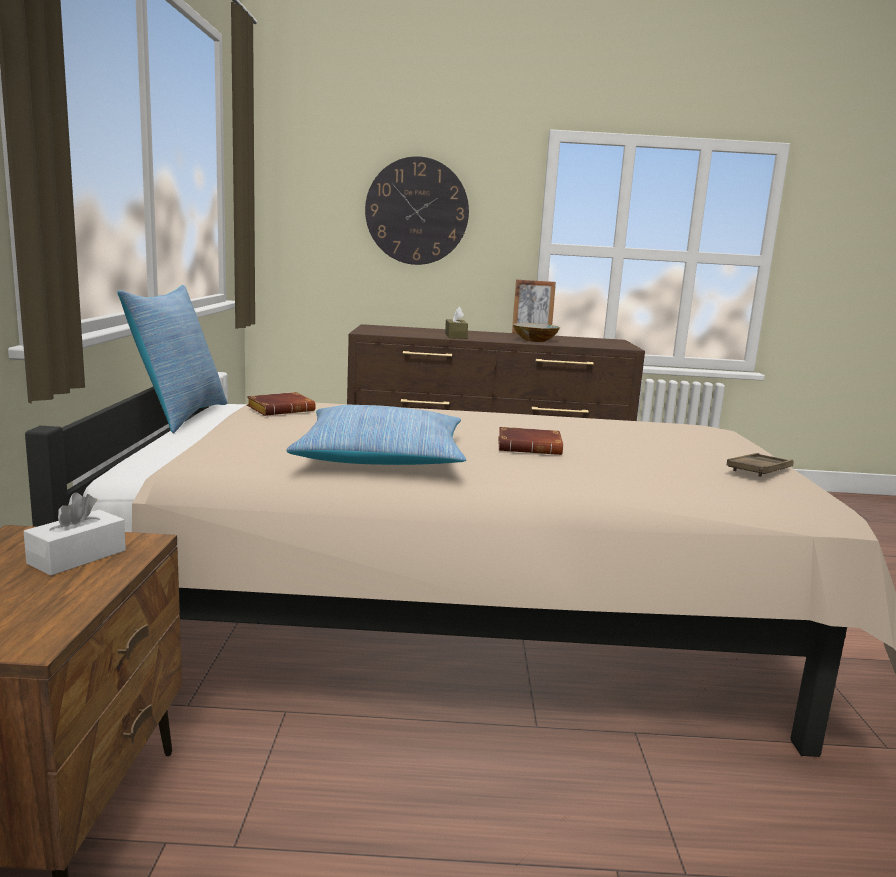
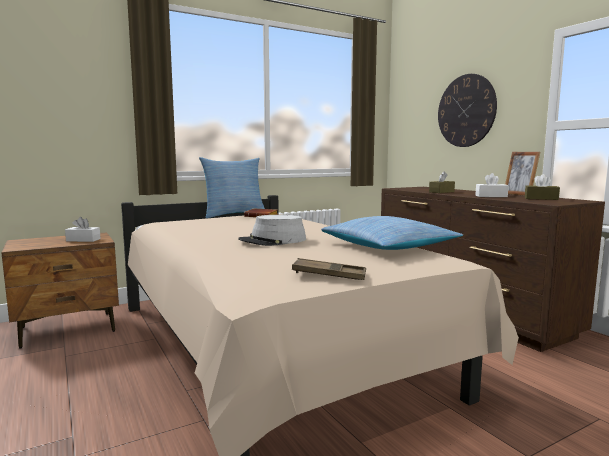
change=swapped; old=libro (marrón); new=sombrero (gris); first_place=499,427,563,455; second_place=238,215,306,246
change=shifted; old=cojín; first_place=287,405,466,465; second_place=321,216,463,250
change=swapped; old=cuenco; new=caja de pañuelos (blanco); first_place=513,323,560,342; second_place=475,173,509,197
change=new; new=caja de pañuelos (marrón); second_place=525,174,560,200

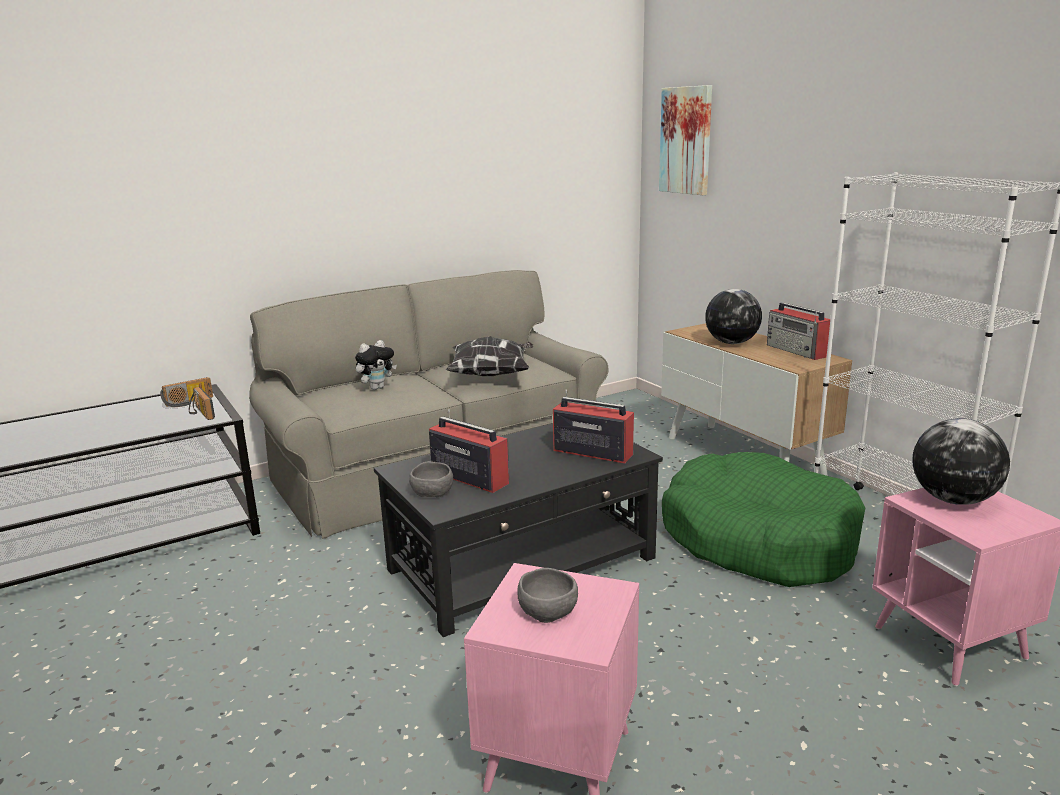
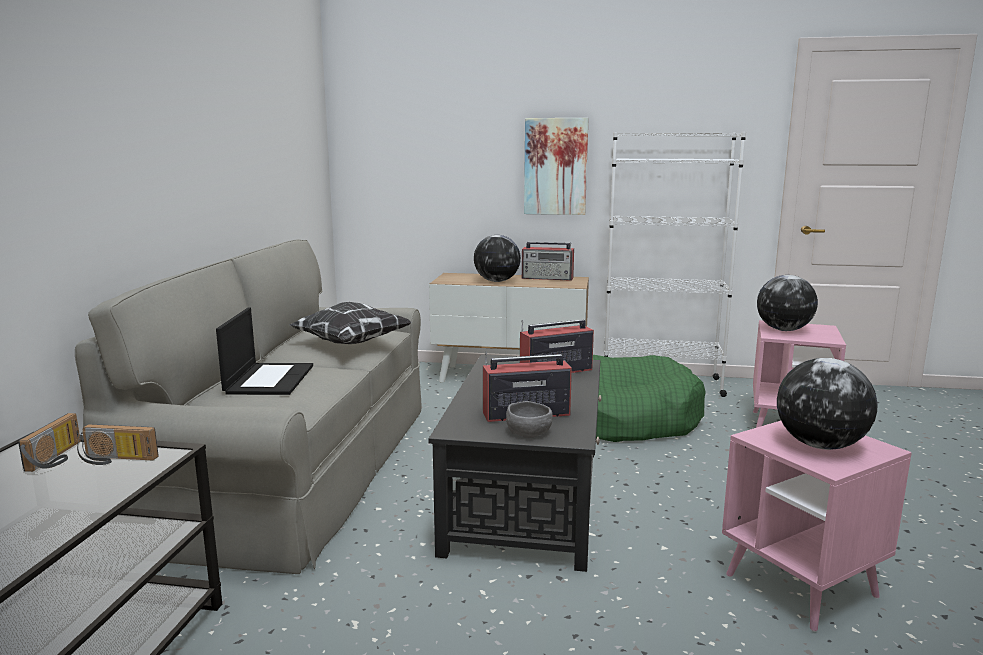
change=swapped; old=peluche; new=portátil; first_place=355,340,397,390; second_place=216,307,313,395
change=shifted; old=cuadro; first_place=659,85,712,195; second_place=524,118,588,215
change=swapped; old=cuenco (gris); new=globo terráqueo; first_place=517,568,578,623; second_place=777,358,877,450

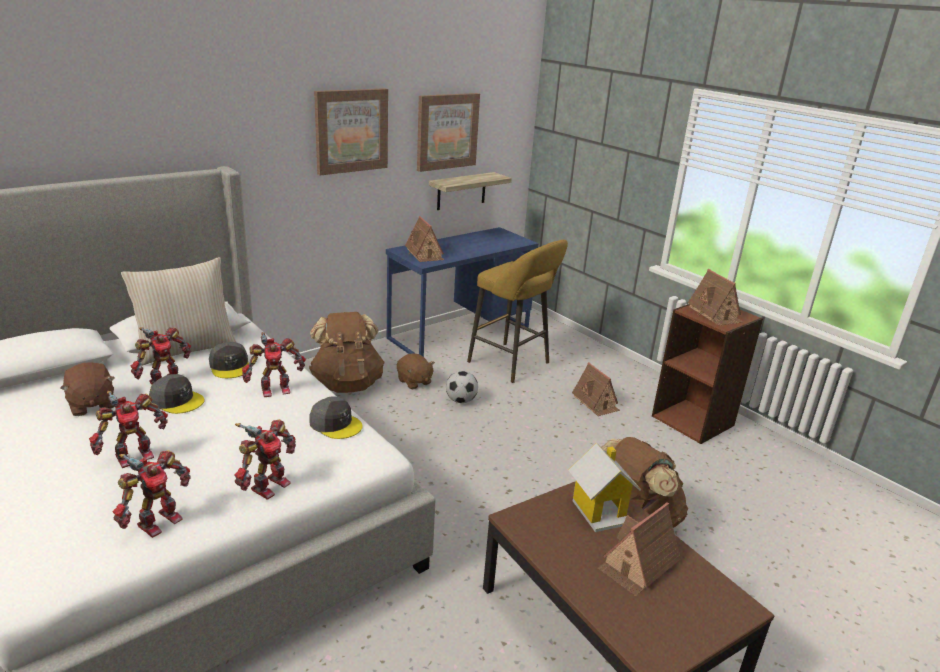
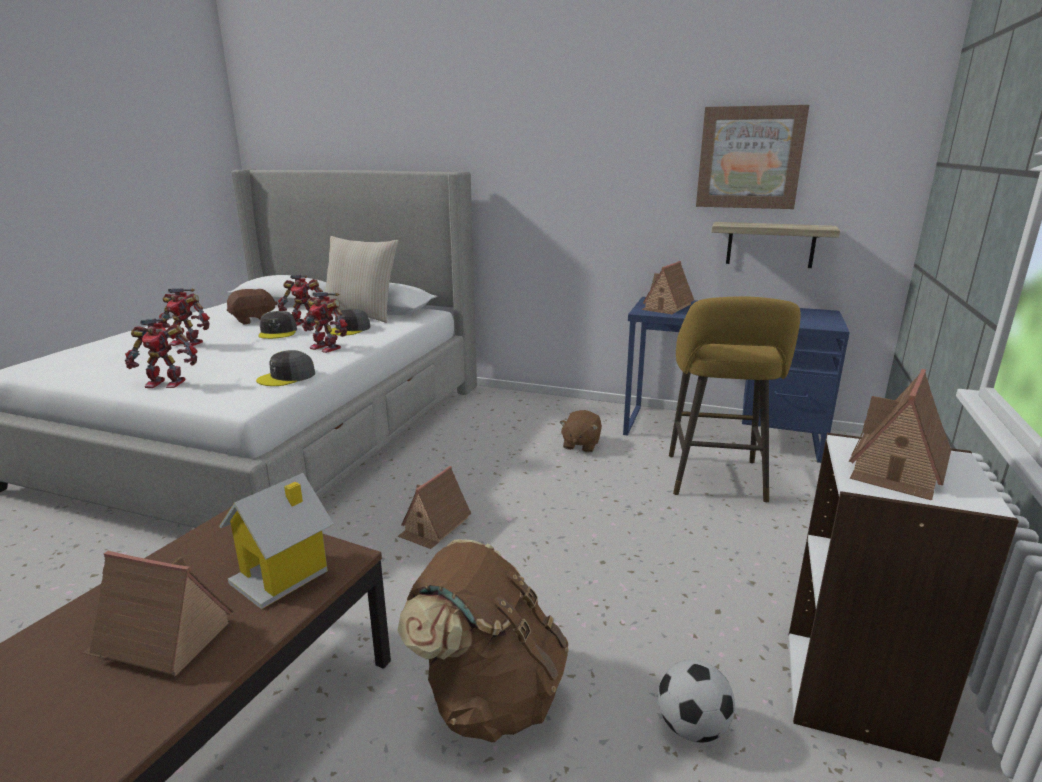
change=rotated; old=peluche (marrón); first_place=60,362,115,416; second_place=227,289,277,324; degrees=-150
change=rotated; old=gorra (gris); first_place=309,397,363,439; second_place=256,350,315,386; degrees=45
change=shifted; old=casita; first_place=572,362,620,416; second_place=397,466,471,549
change=shifted; old=balón de fútbol; first_place=446,371,478,403; second_place=658,660,735,743
change=repainted; old=estantería (marrón); new=estantería (blanco); first_place=652,304,763,444; second_place=789,433,1019,762
change=gone; old=robot de juguete; first_place=112,450,191,538
change=gone; old=mochila (marrón); first_place=309,312,385,393
change=gone; old=cuadro; first_place=314,88,388,175

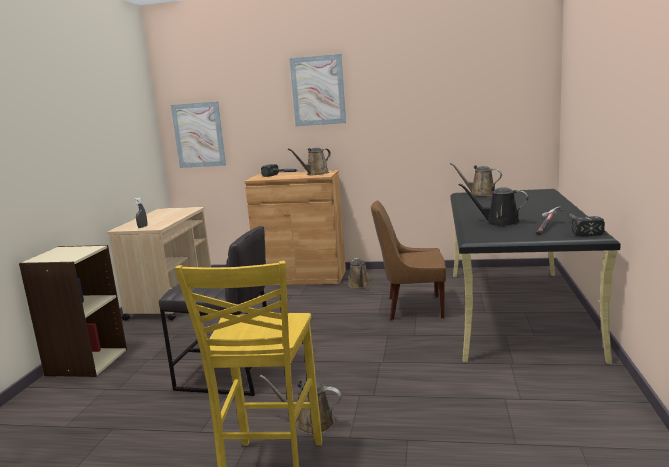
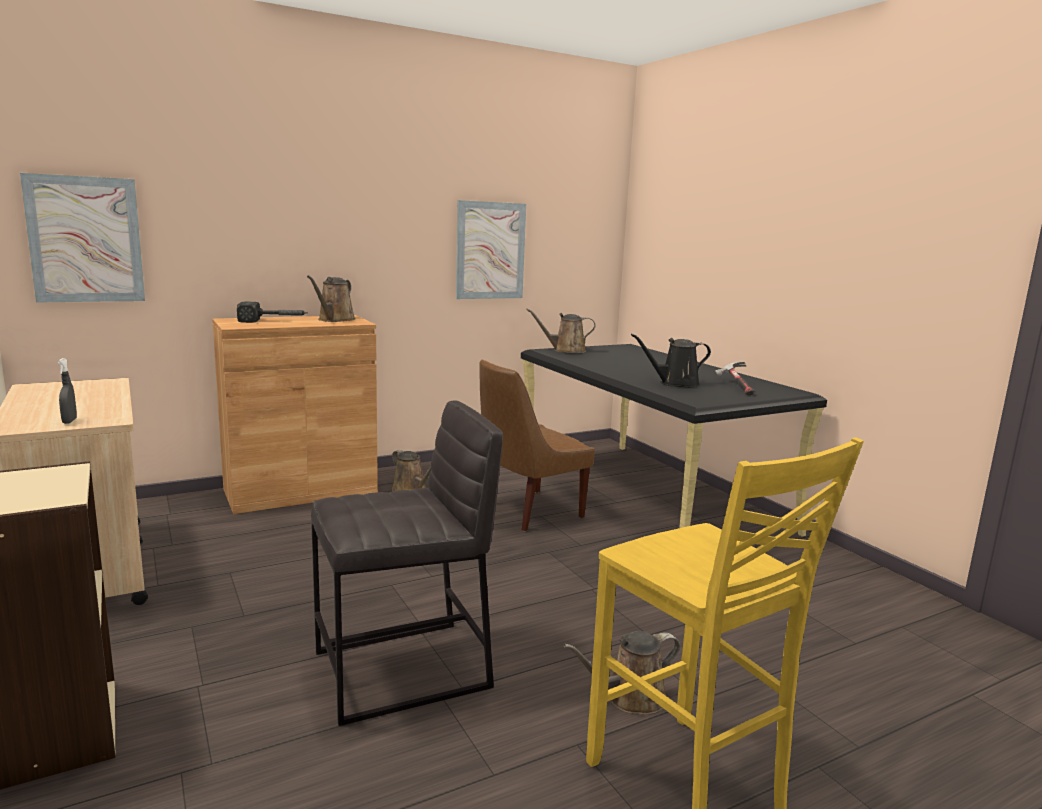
change=shifted; old=cuadro; first_place=289,54,346,126; second_place=456,200,526,299
change=gone; old=martillo; first_place=568,214,605,237

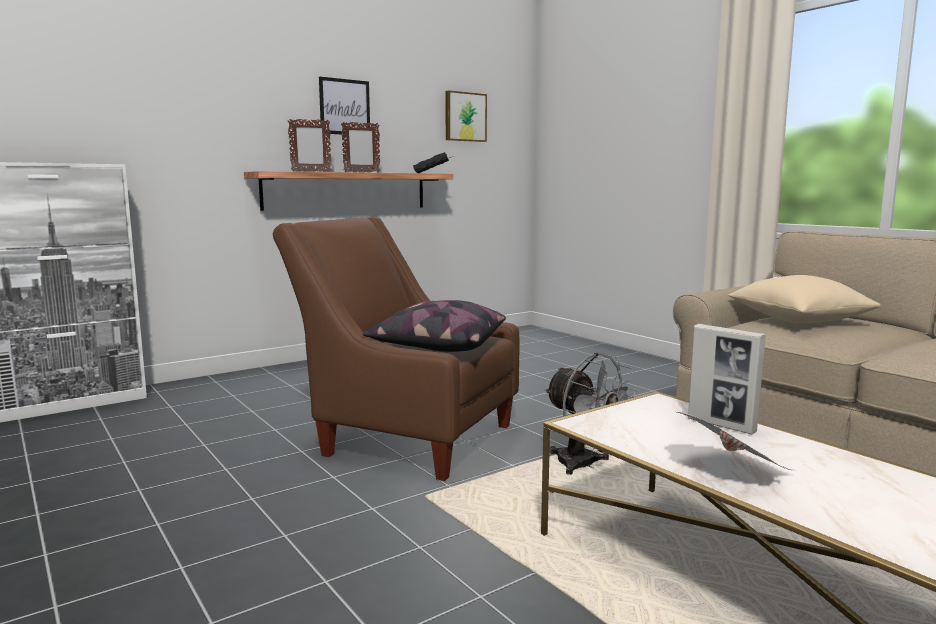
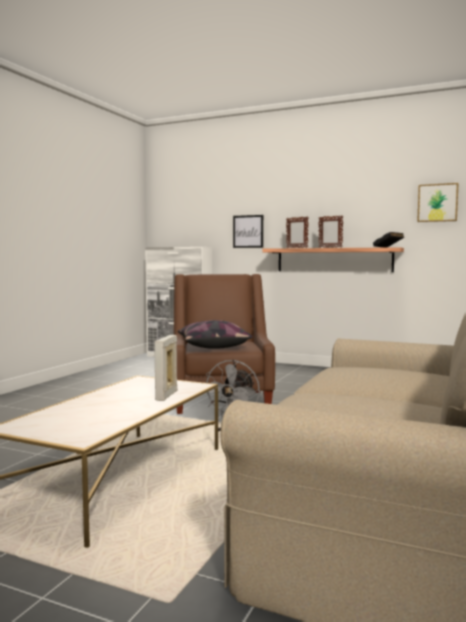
change=shifted; old=cuadro; first_place=319,77,370,135; second_place=233,215,263,248
change=gone; old=periódico; first_place=677,412,796,471
change=gone; old=cojín (beis); first_place=728,275,881,323

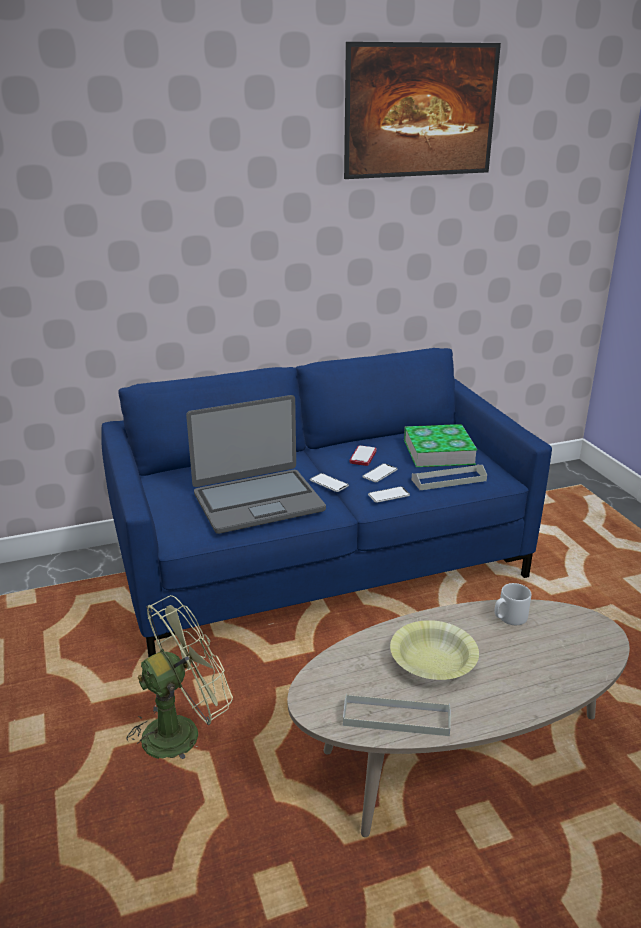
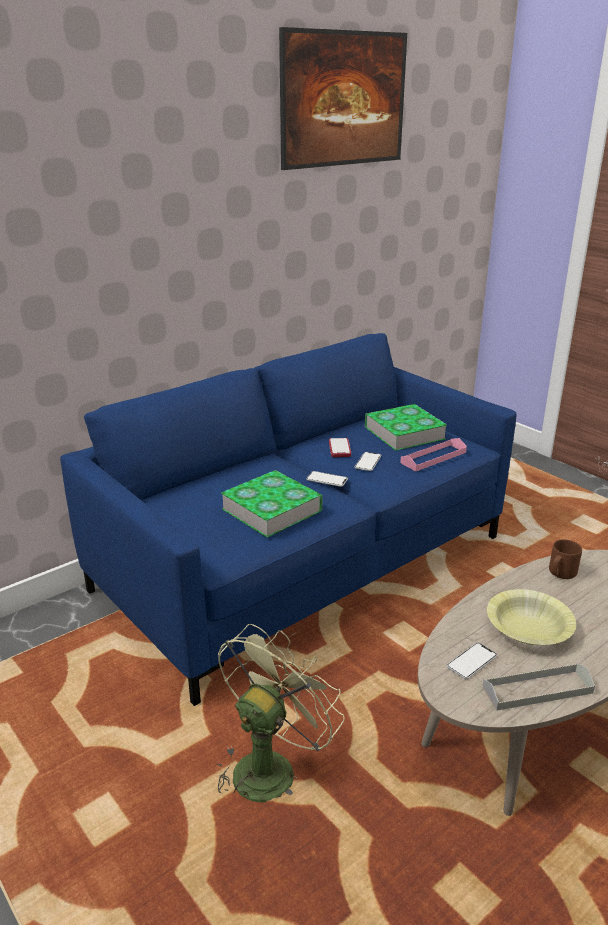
change=swapped; old=portátil; new=libro; first_place=186,395,326,534; second_place=221,470,322,538
change=repainted; old=bandeja (gris); new=bandeja (rosa); first_place=412,465,487,490; second_place=401,438,467,471
change=shifted; old=móvil; first_place=368,486,410,503; second_place=447,643,497,679
change=repainted; old=taza grande (gris); new=taza grande (marrón); first_place=495,583,531,625; second_place=549,539,582,579

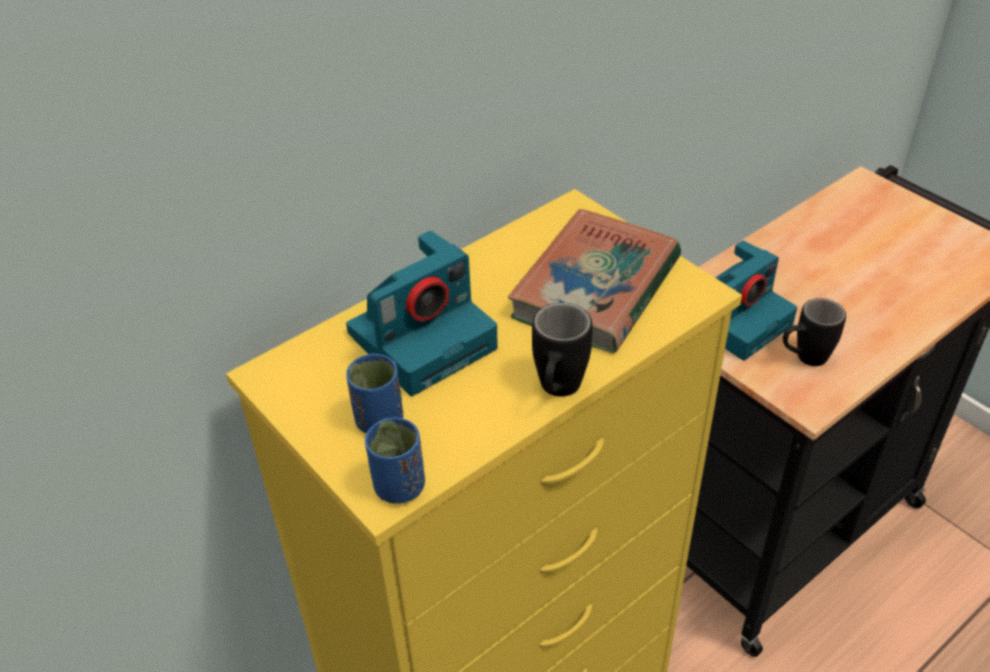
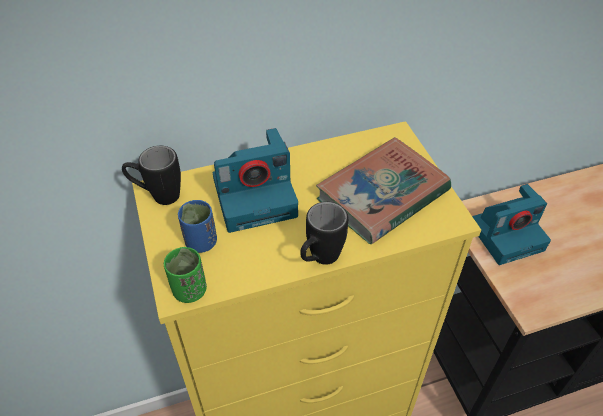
change=shifted; old=taza grande (negro); first_place=783,298,846,366; second_place=122,146,181,205
change=repainted; old=taza (azul); new=taza (verde); first_place=365,417,425,504; second_place=164,247,207,303

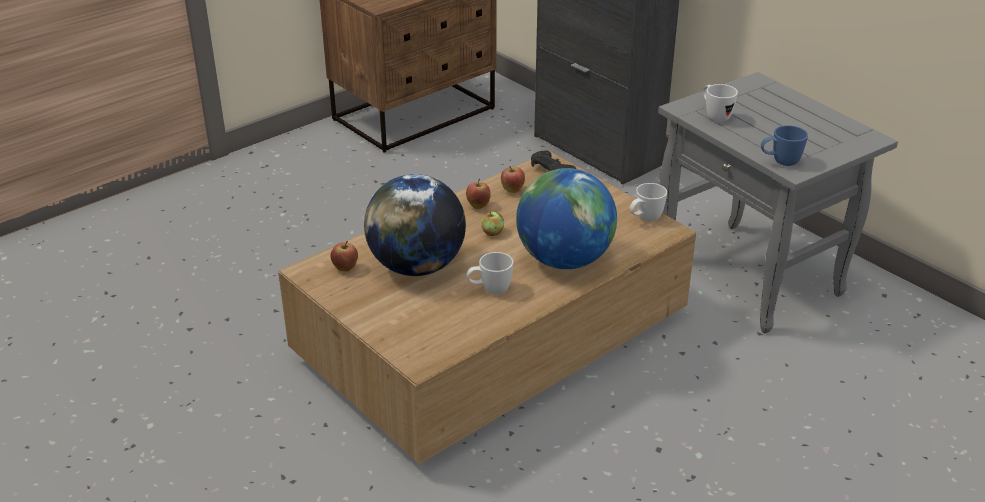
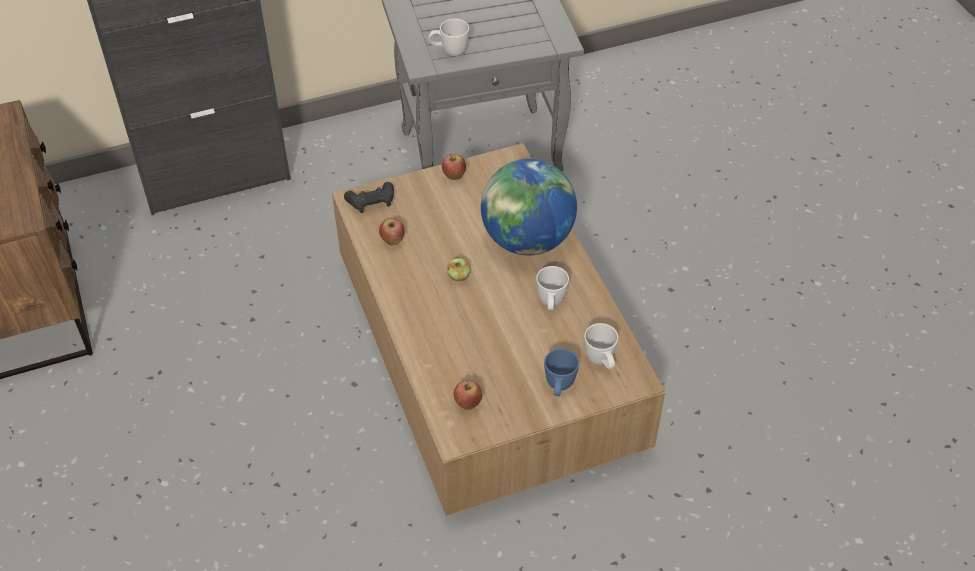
change=shifted; old=manzana; first_place=466,179,491,209; second_place=442,154,466,180
change=shifted; old=taza grande (azul); first_place=761,125,808,166; second_place=544,348,579,396
change=shifted; old=taza grande (blanco); first_place=629,183,667,221; second_place=584,323,618,369
change=gone; old=globo terráqueo; first_place=364,174,466,276

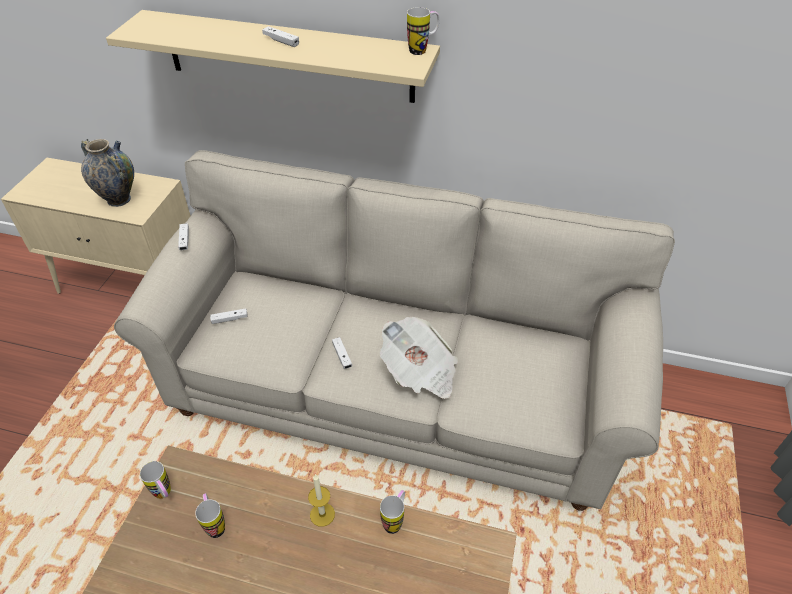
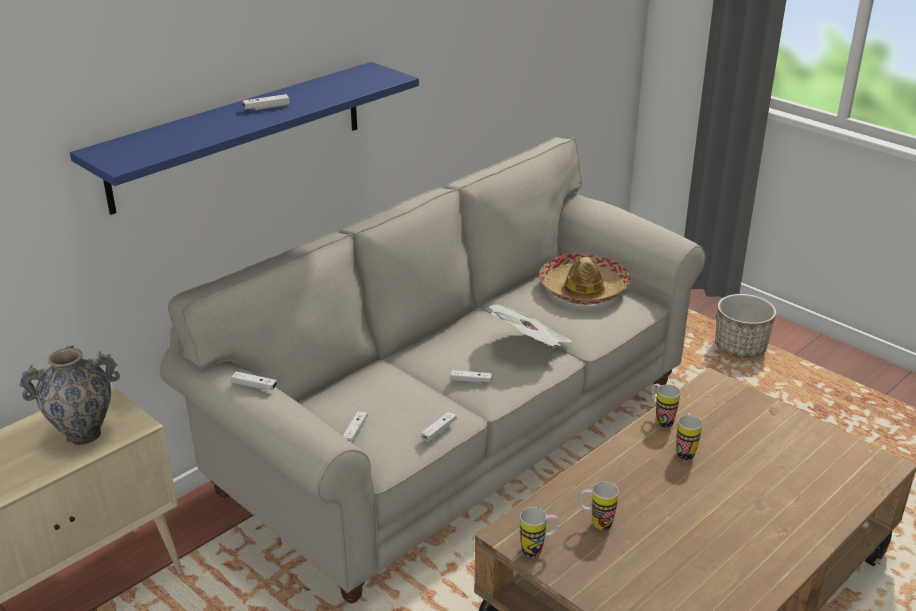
change=repainted; old=estante (beis); new=estante (azul); first_place=106,10,440,103; second_place=70,62,419,215
change=new; new=mando de consola (blanco); second_place=421,412,456,442
change=new; new=sombrero; second_place=539,253,631,305
change=shifted; old=taza grande; first_place=407,7,440,55; second_place=676,413,702,460
change=new; new=maceta; second_place=715,294,776,358
change=gone; old=vela; first_place=308,474,335,527

